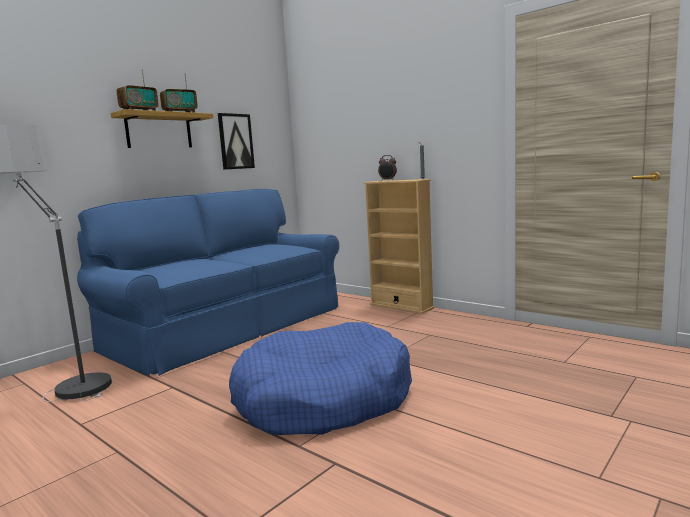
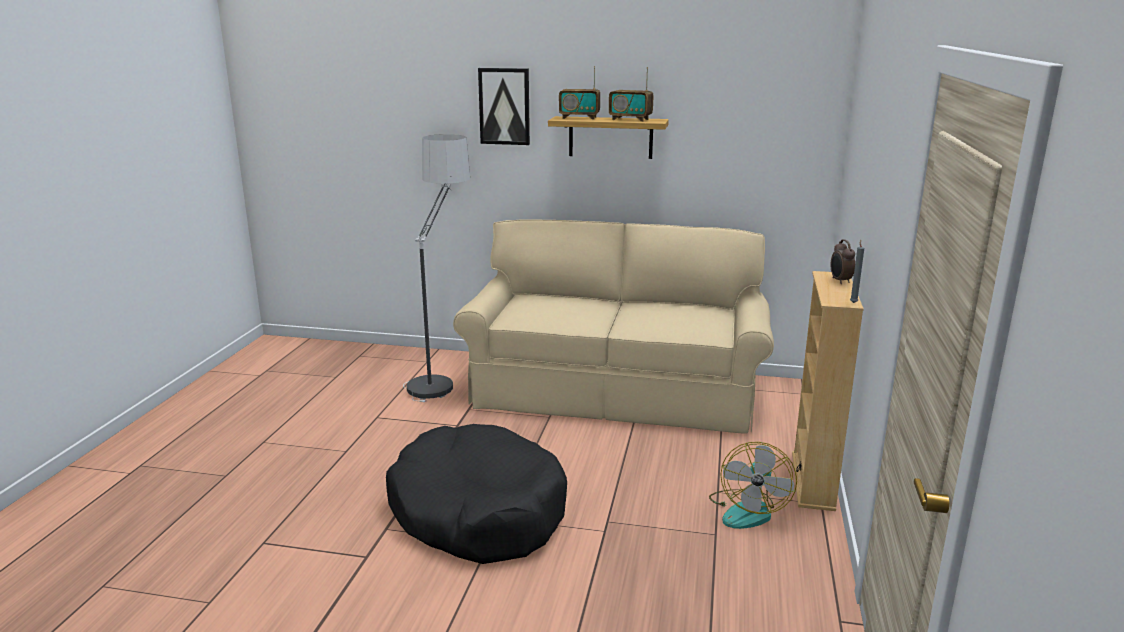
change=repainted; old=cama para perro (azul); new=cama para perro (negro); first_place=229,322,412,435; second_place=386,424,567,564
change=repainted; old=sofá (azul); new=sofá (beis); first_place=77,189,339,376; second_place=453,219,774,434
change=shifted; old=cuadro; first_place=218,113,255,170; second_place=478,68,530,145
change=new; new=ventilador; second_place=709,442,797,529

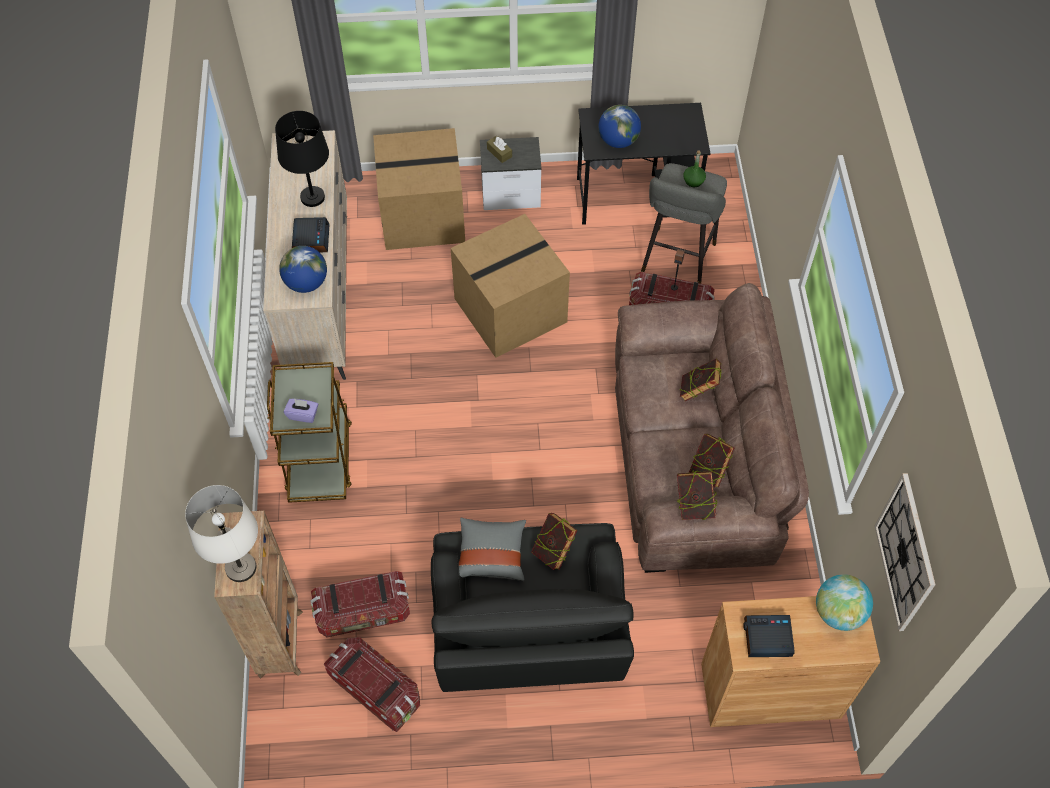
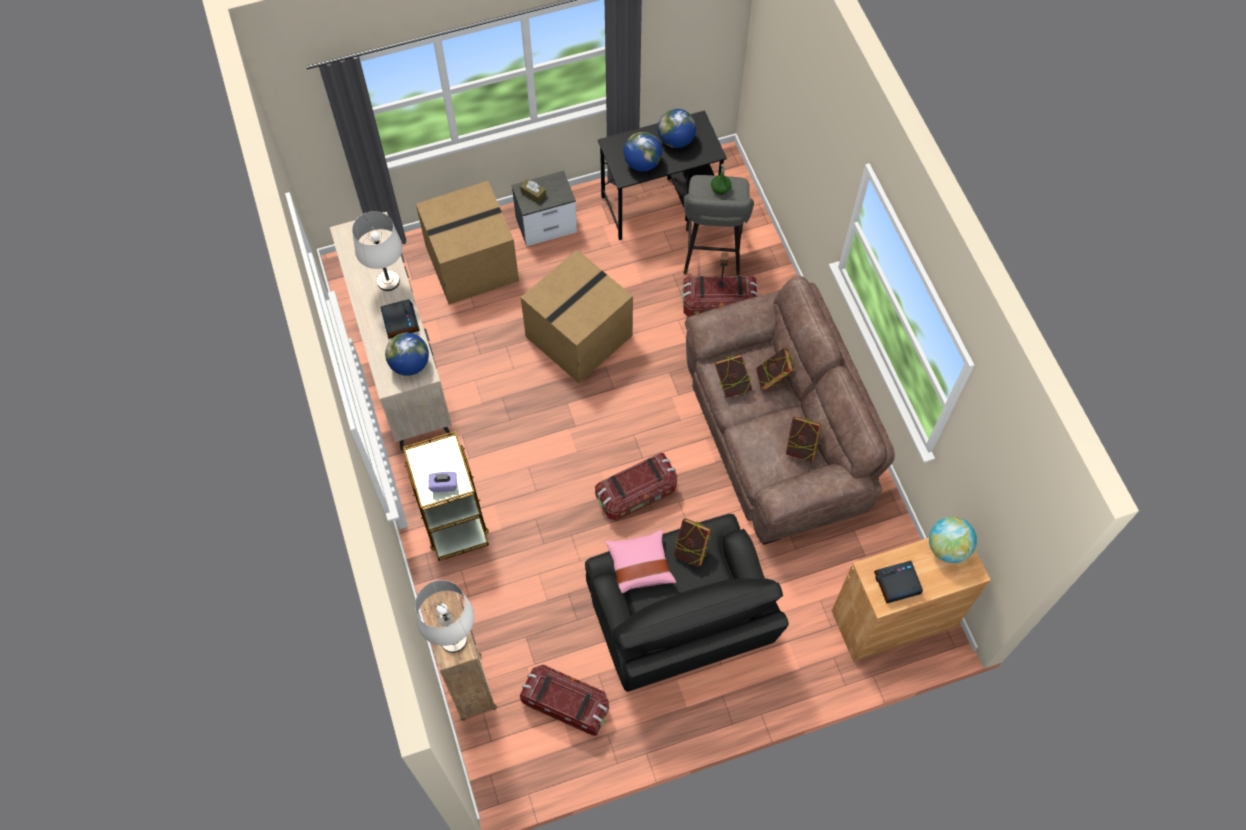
change=repainted; old=lámpara de mesa (negro); new=lámpara de mesa (blanco); first_place=275,111,329,207; second_place=352,211,403,291
change=shifted; old=caja de almacenaje; first_place=310,571,410,637; second_place=595,453,677,521
change=repainted; old=cojín (gris); new=cojín (rosa); first_place=459,518,526,581; second_place=606,529,676,593
change=new; new=globo terráqueo; second_place=658,109,696,148
change=shifted; old=libro; first_place=677,471,717,520; second_place=715,354,752,398
change=gone; old=reloj de pared; first_place=874,473,936,631

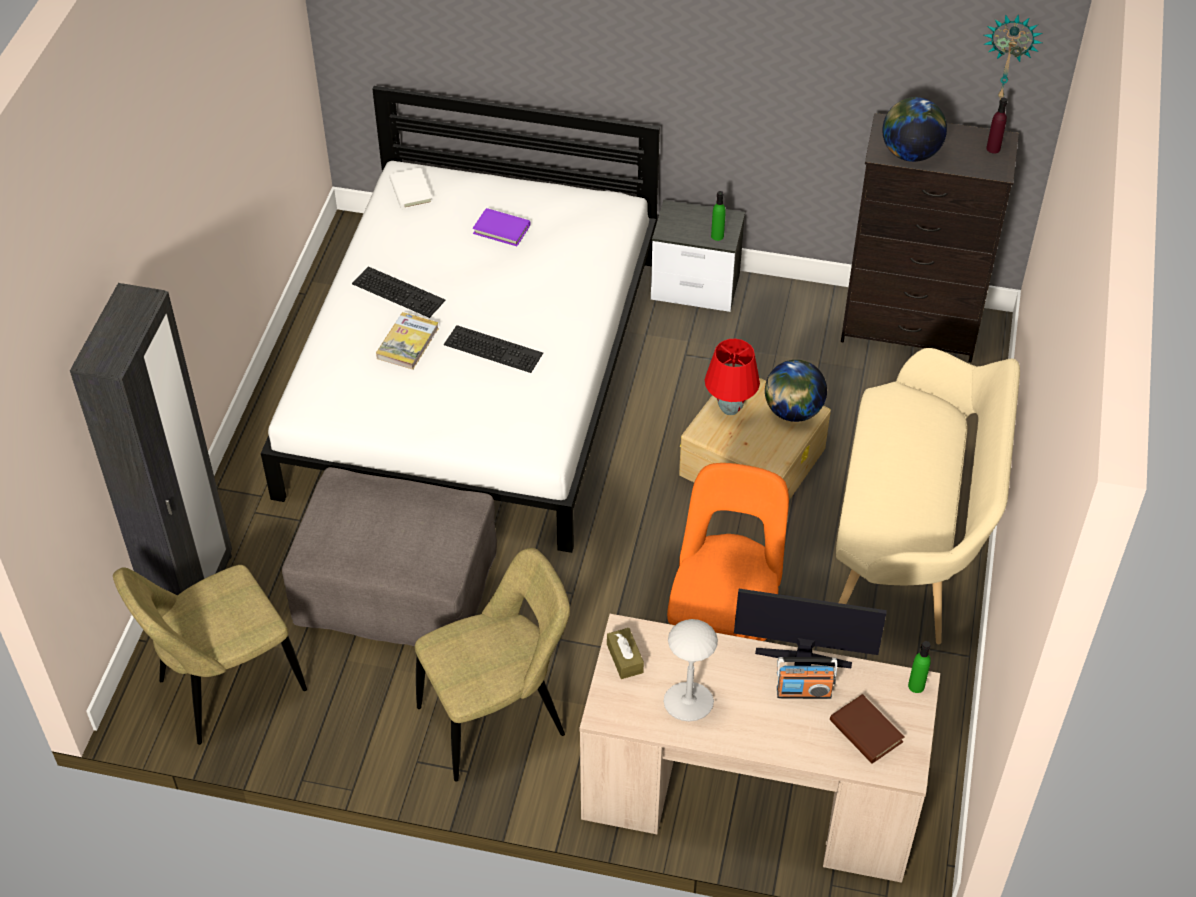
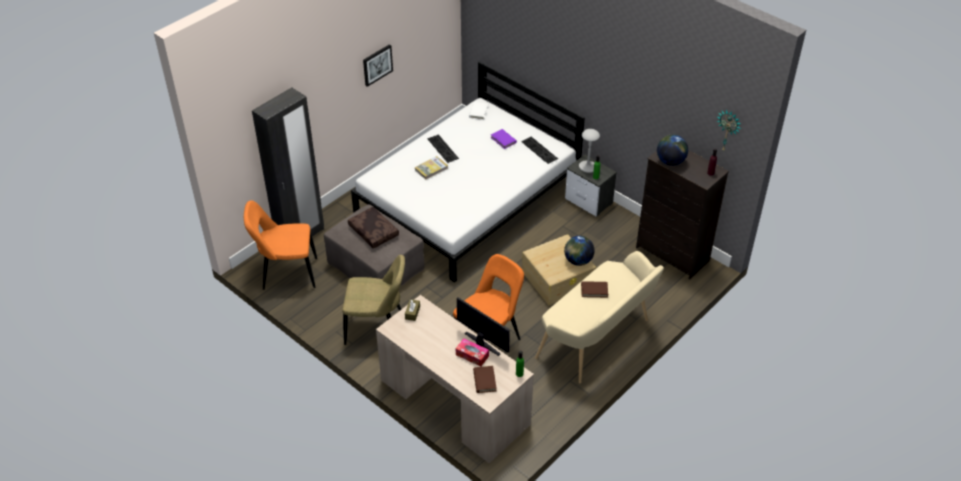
change=repainted; old=silla (beis); new=silla (naranja); first_place=113,565,307,745; second_place=244,200,317,290
change=new; new=cojín (marrón); second_place=348,207,399,248
change=new; new=cuadro; second_place=363,44,393,87
change=swapped; old=radio; new=caja de pañuelos; first_place=777,657,837,699; second_place=456,338,489,366
change=shifted; old=teclado; first_place=444,325,543,373; second_place=521,137,558,164
change=shifted; old=lámpara de mesa (gris); first_place=663,619,718,721; second_place=579,129,600,173
change=new; new=libro (marrón); second_place=581,281,608,297
change=gone; old=lámpara de mesa (rojo); first_place=705,339,760,415

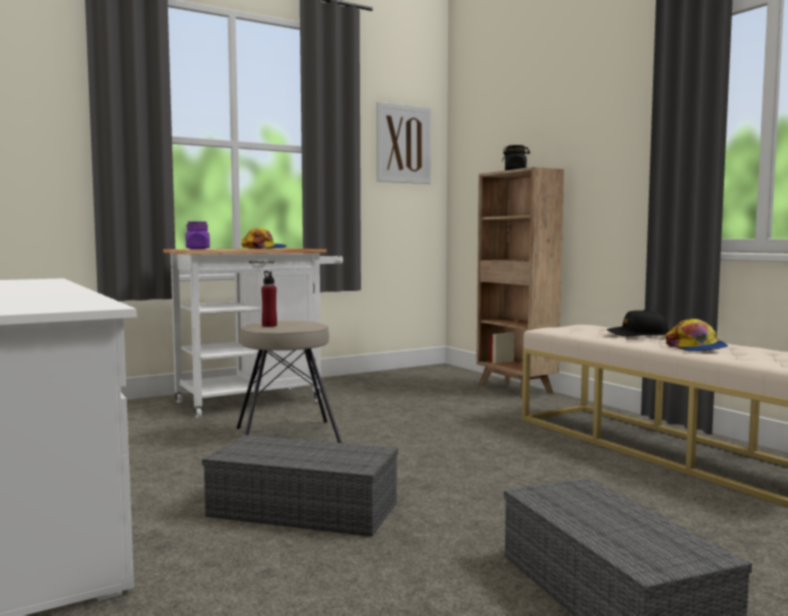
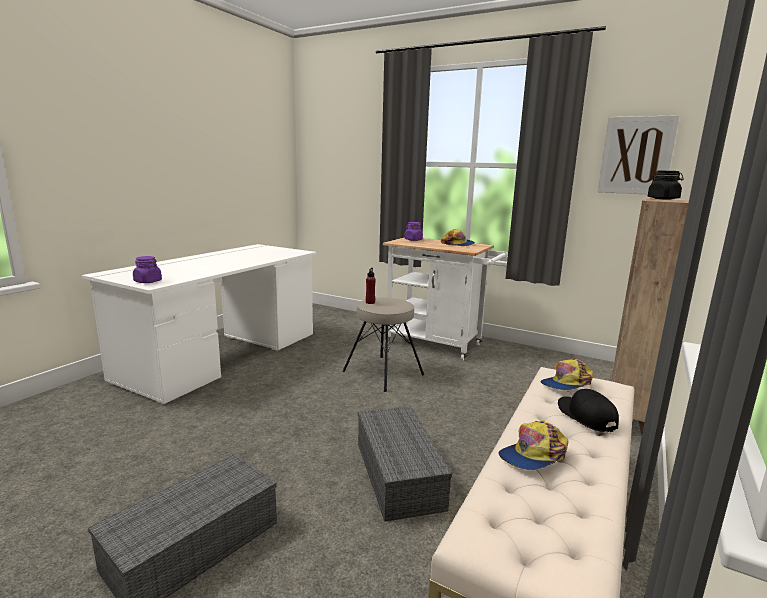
change=new; new=tarro (morado); second_place=133,256,162,283
change=shifted; old=caja de almacenaje (gris); first_place=202,435,398,537; second_place=358,407,452,522
change=new; new=gorra; second_place=540,359,594,390

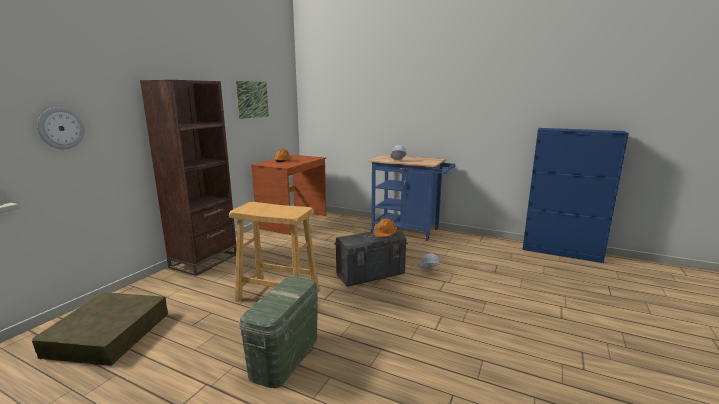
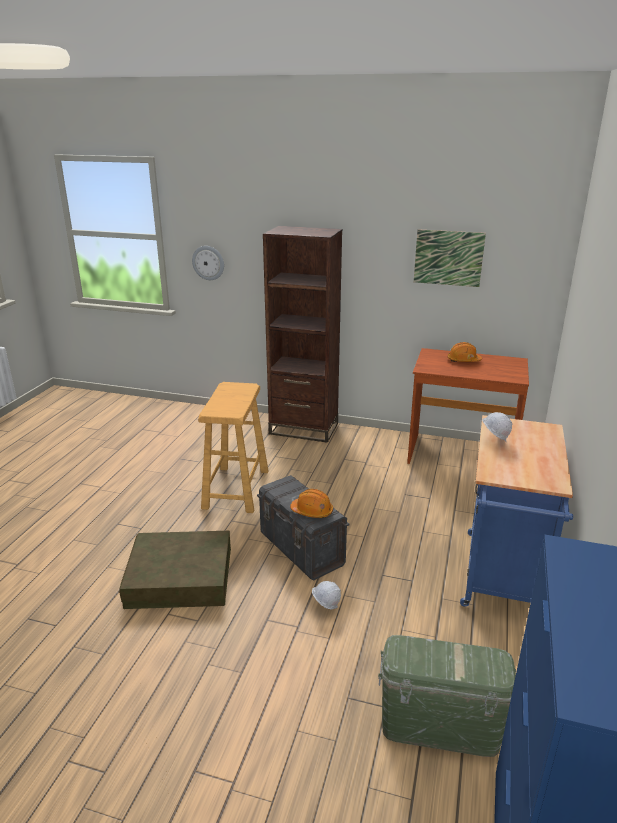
change=shifted; old=caja de almacenaje (marrón); first_place=32,292,168,366; second_place=119,531,231,609
change=shifted; old=caja de almacenaje (verde); first_place=239,276,318,388; second_place=378,635,516,757

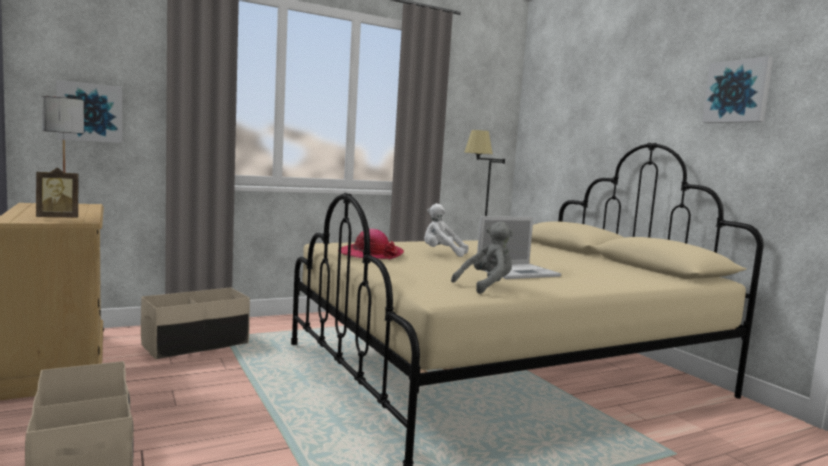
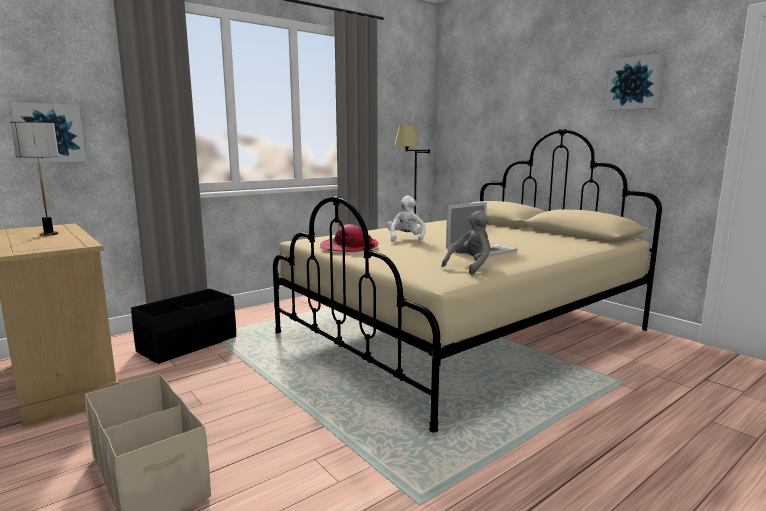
change=repainted; old=caja de almacenaje (beis); new=caja de almacenaje (negro); first_place=141,287,250,359; second_place=131,289,236,364
change=rotated; old=peluche (blanco); first_place=424,203,469,257; second_place=387,196,426,244; degrees=90
change=gone; old=portarretratos; first_place=36,167,79,218

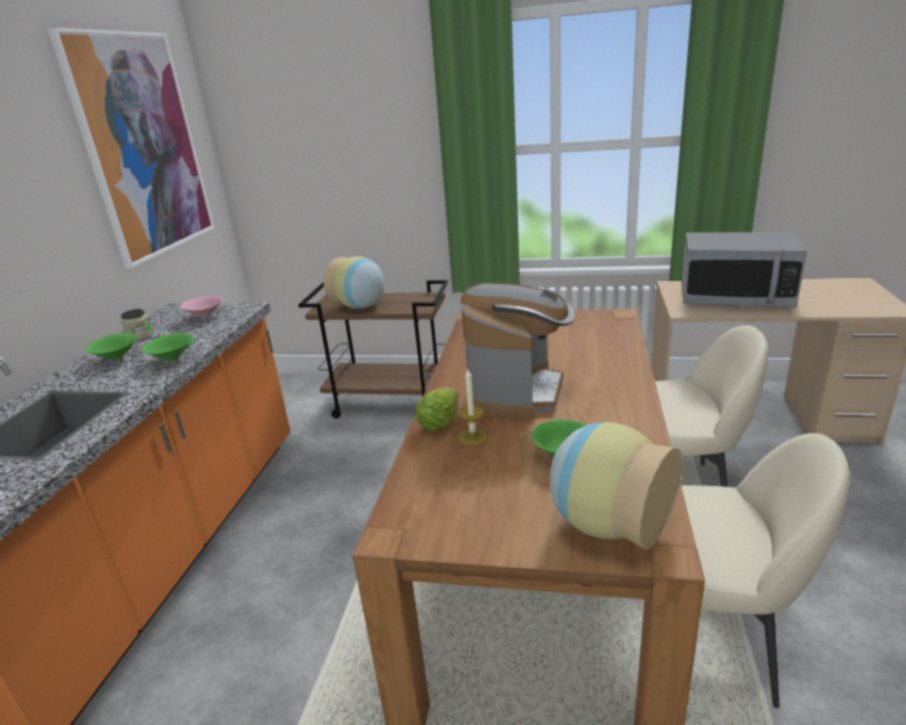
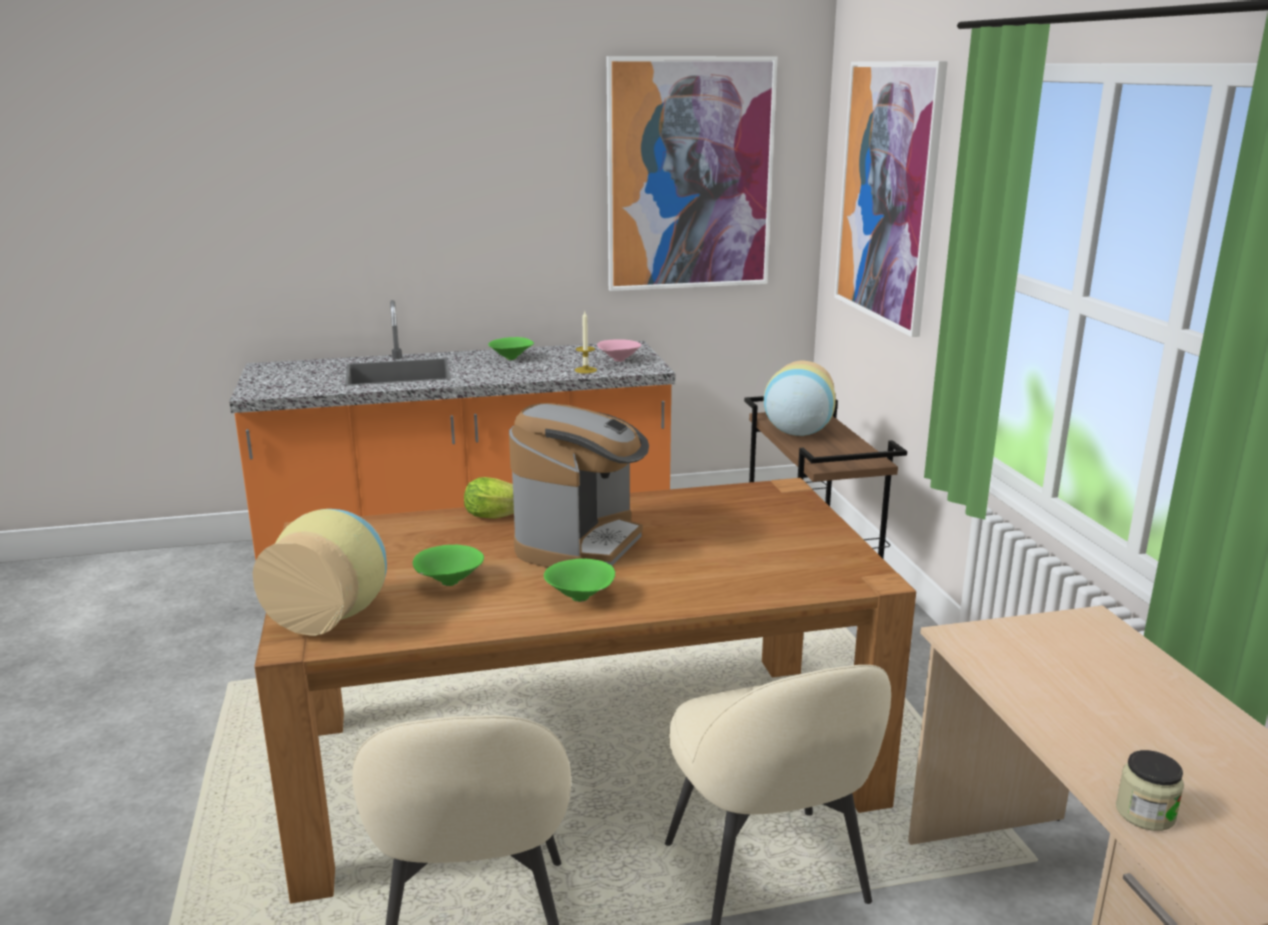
change=rotated; old=cafetera; first_place=460,283,575,419; second_place=509,403,649,568; degrees=-60
change=shifted; old=cuenco (verde); first_place=142,333,195,362; second_place=544,559,615,602
change=shifted; old=vela; first_place=459,369,487,445; second_place=575,312,597,373
change=new; new=cuadro; second_place=834,61,948,337
change=shifted; old=tarro; first_place=121,309,153,341; second_place=1116,750,1184,831
change=gone; old=microondas; first_place=681,232,807,307

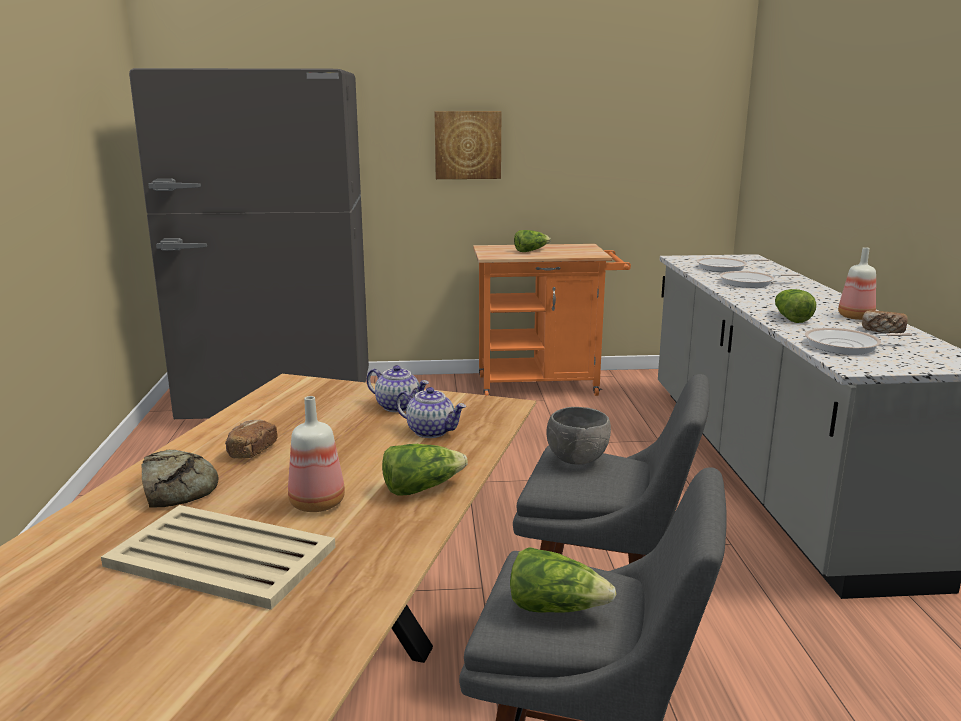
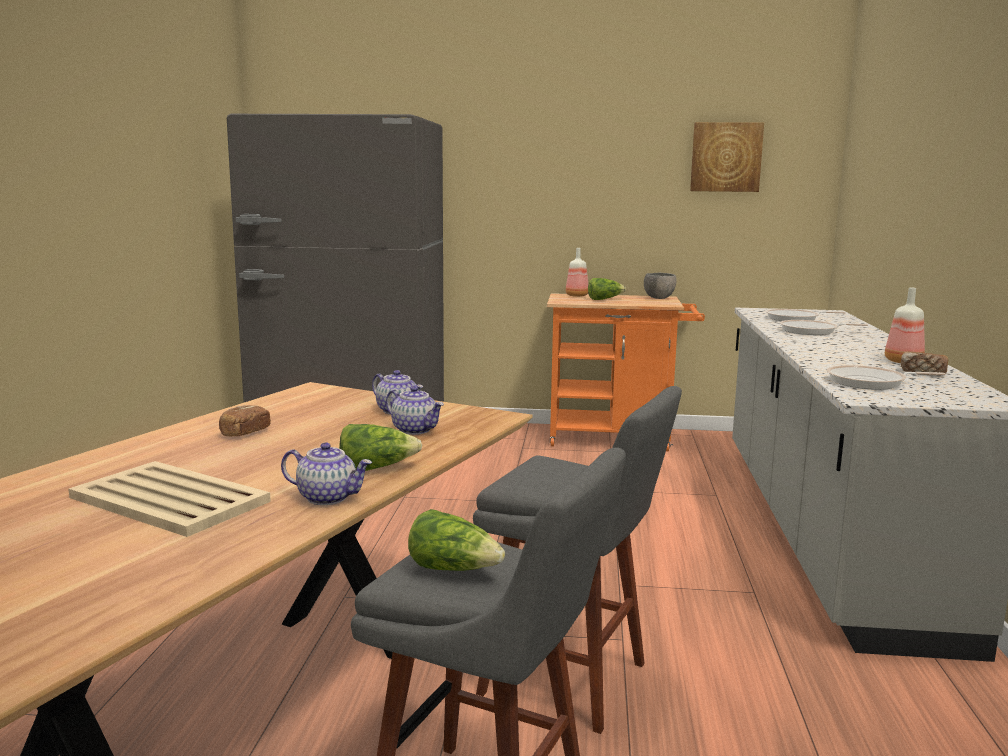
change=new; new=tetera; second_place=281,442,372,505
change=shifted; old=botella; first_place=288,396,345,512; second_place=566,248,588,297
change=shifted; old=cuenco (gris); first_place=547,407,611,465; second_place=644,273,677,299
change=shifted; old=cuadro; first_place=435,111,501,179; second_place=690,122,764,192
change=gone; old=pan; first_place=141,450,218,508
change=gone; old=lechuga; first_place=775,289,816,323

